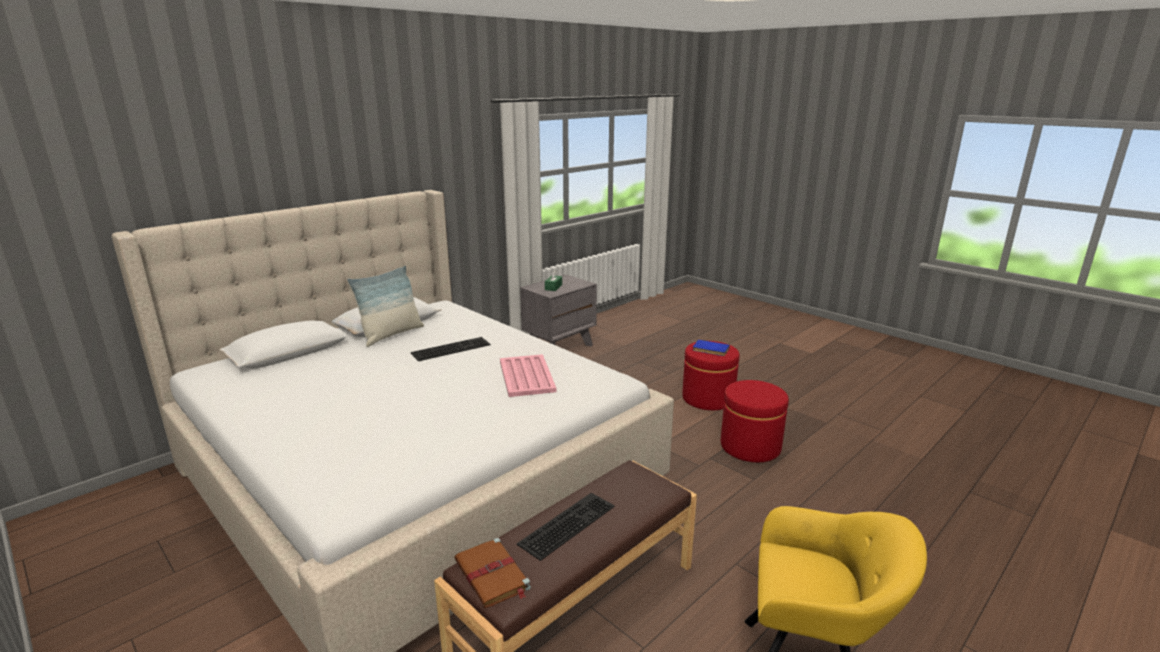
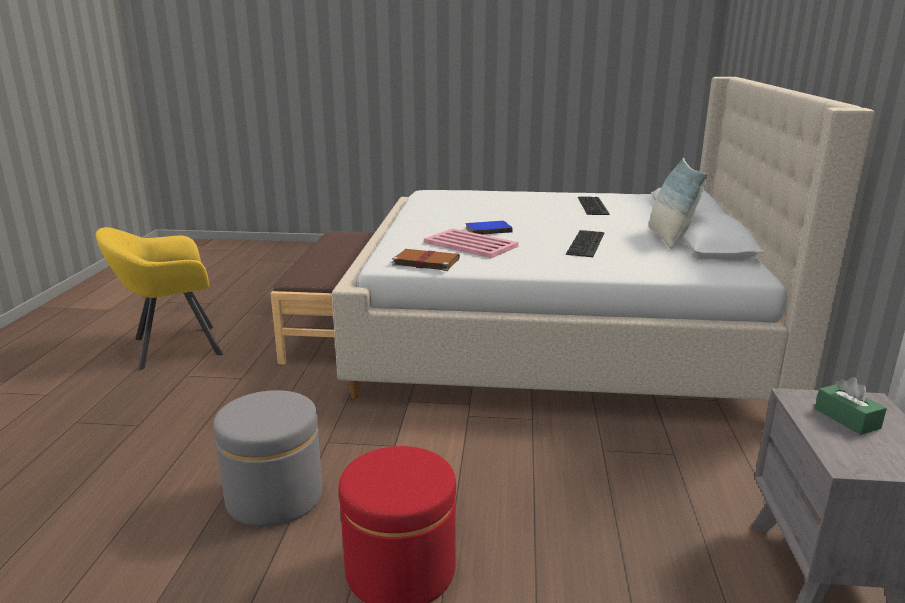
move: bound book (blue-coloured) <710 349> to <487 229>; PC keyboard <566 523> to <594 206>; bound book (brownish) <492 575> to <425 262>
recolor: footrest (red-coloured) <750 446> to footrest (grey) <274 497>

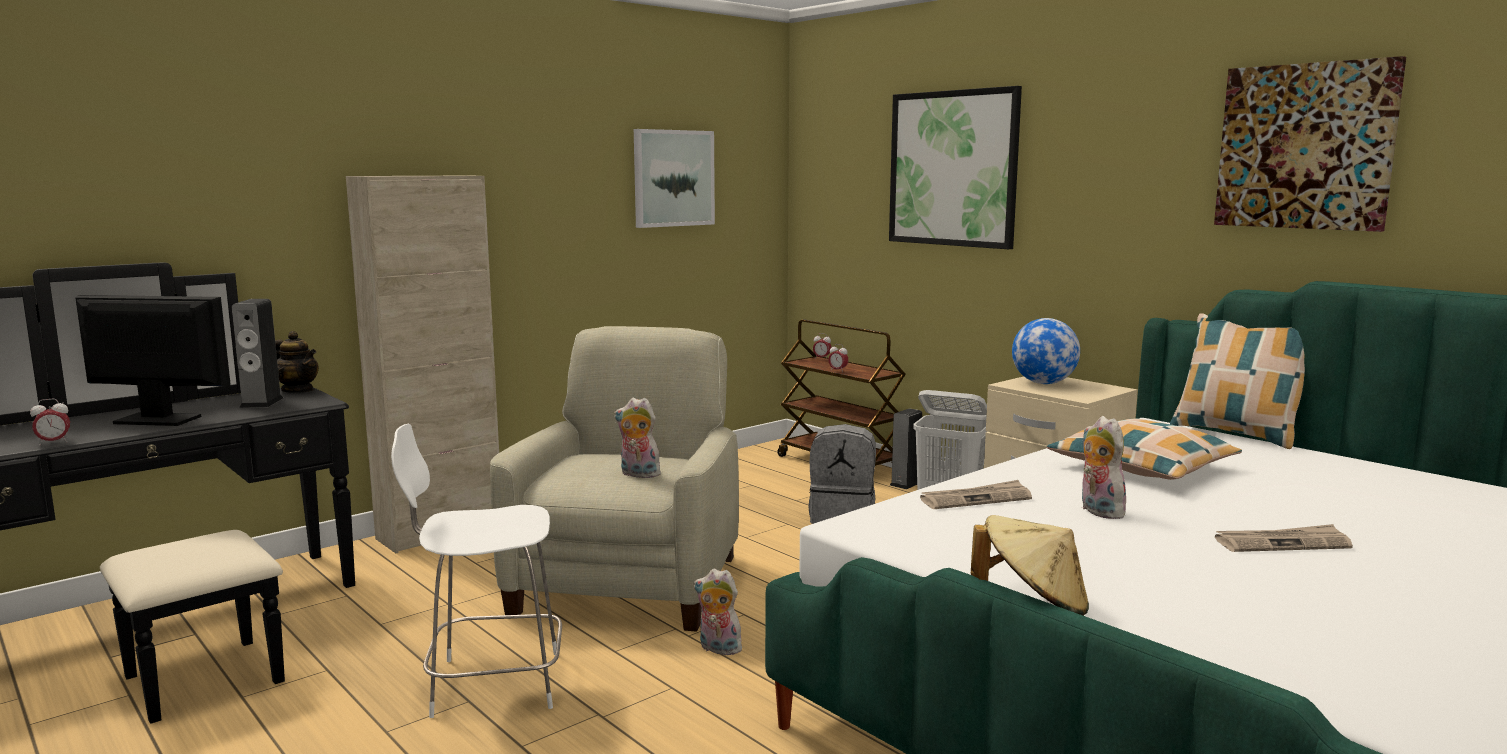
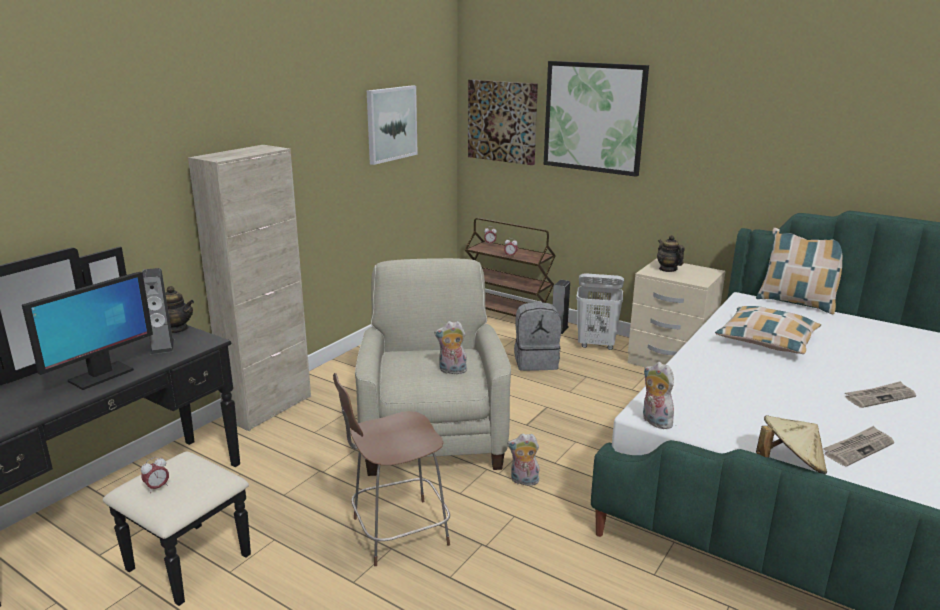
move: picture <1305 146> to <502 121>; alarm clock <53 442> to <157 487>; plush toy <1098 511> to <654 421>; daily paper <976 499> to <858 448>
replace: world globe <1043 383> to teapot <668 269>
recolor: upright chair (whitish) <491 684> to upright chair (brownish) <396 532>
rotate: monitor <158 420> = <100 376> 135 degrees clockwise

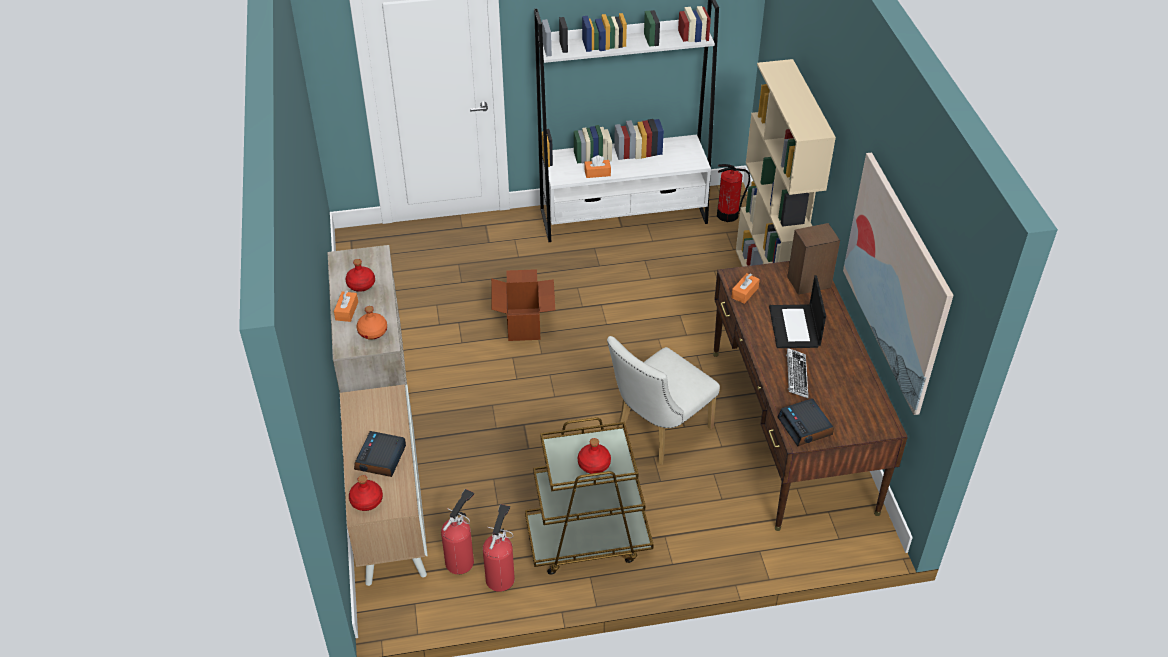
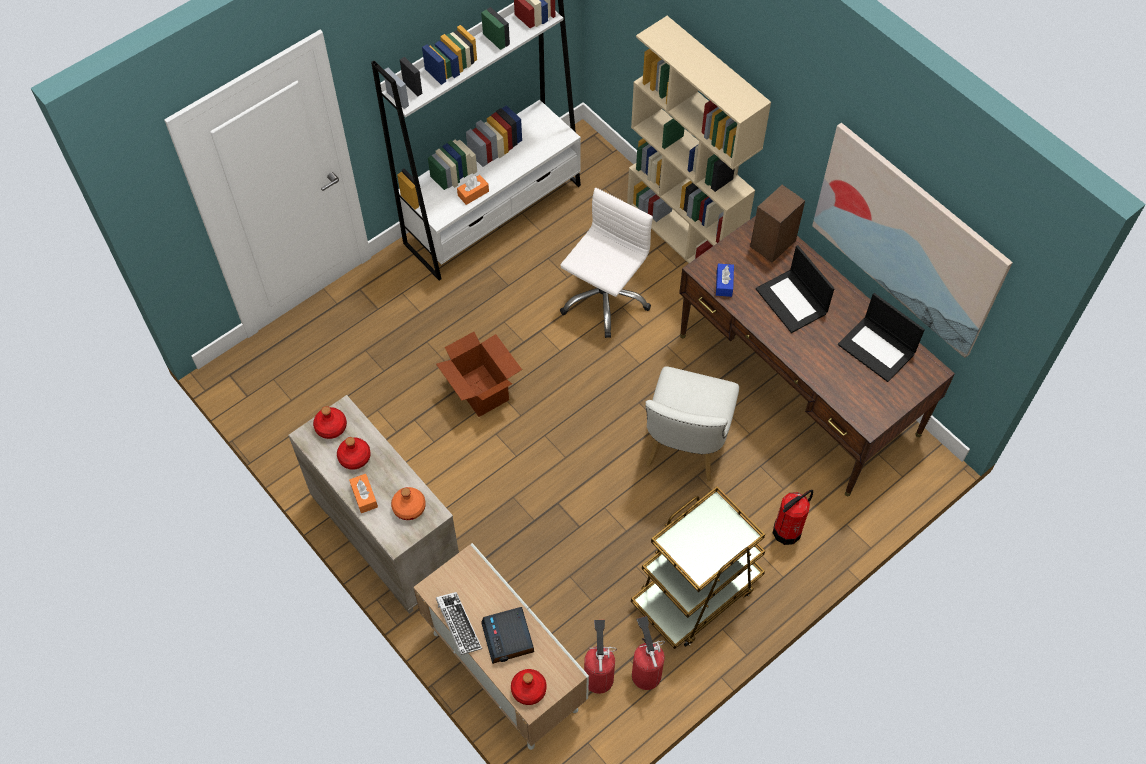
delete: alarm clock <805 427>
insert: computer chair (whitish) <604 298>; laptop <877 349>
move: extinguisher <728 215> to <787 531>; PC keyboard <796 376> to <458 625>; drink bottle (red-coloured) <593 464> to <331 427>
recolor: tissue box (orangey) <744 293> to tissue box (blue-coloured) <724 283>

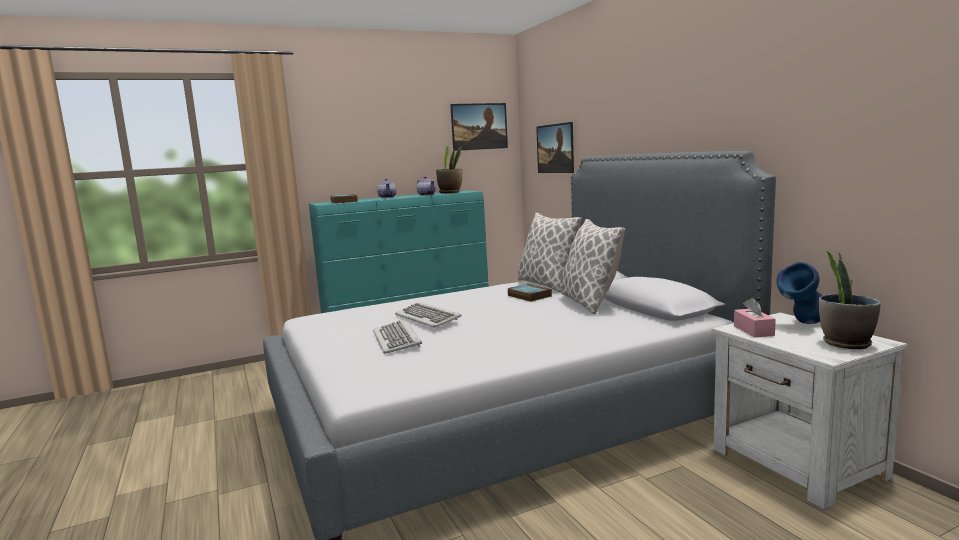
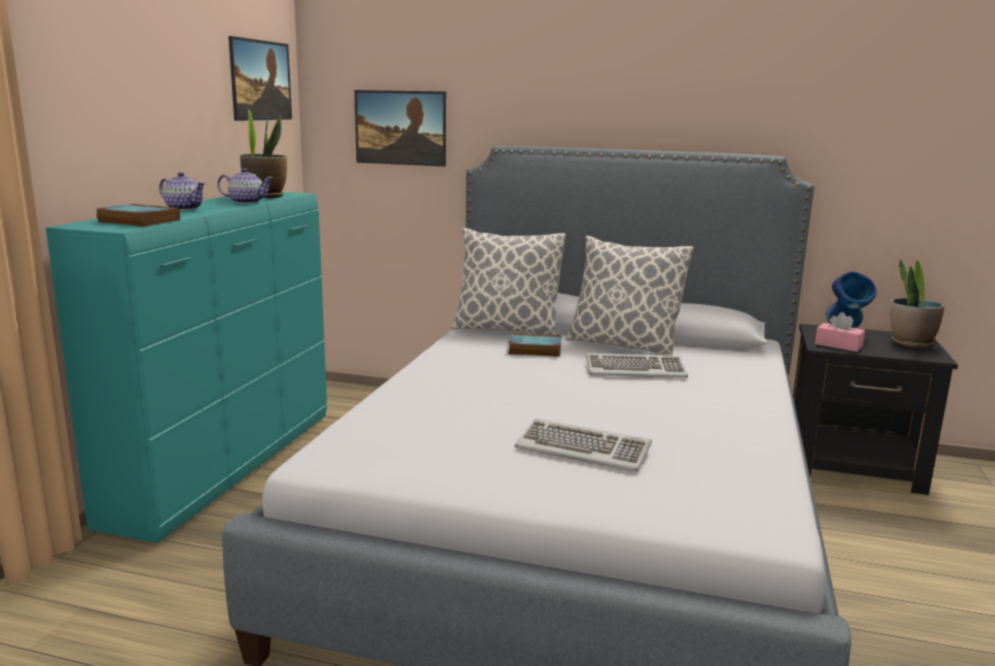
move: PC keyboard <428 318> to <635 370>
recolor: night table (whitish) <798 464> to night table (black) <855 466>

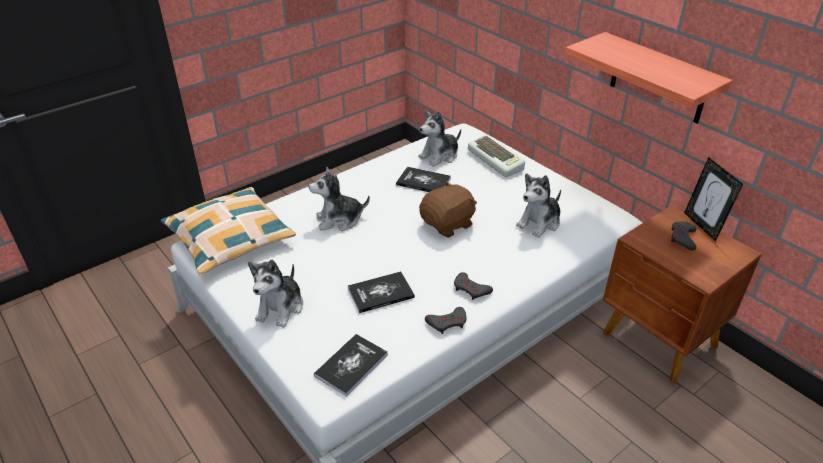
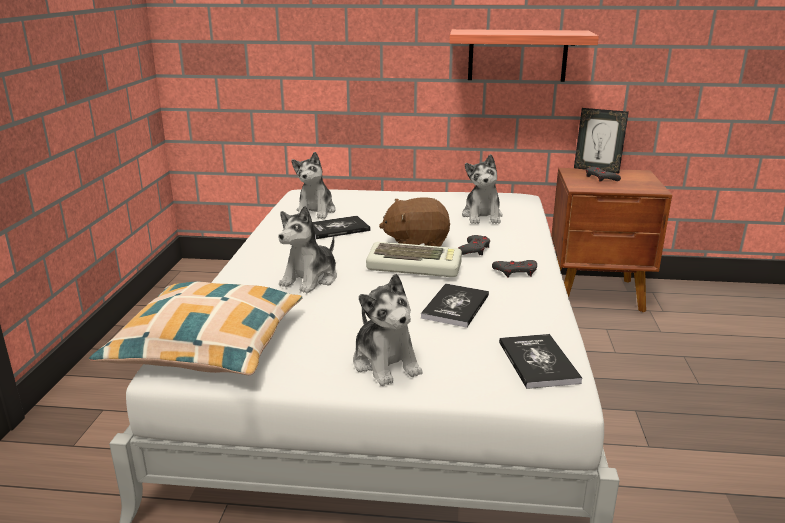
move: PC keyboard <497 160> to <415 266>; gamepad (grey) <447 322> to <473 249>
rotate: plush toy (brownish) <448 224> = <416 244> 105 degrees counterclockwise

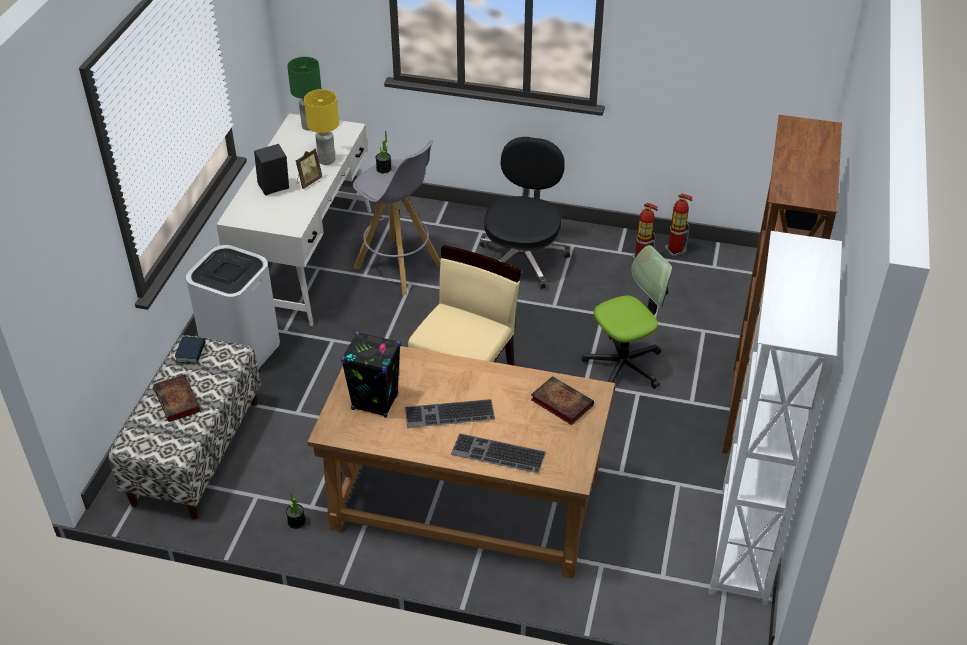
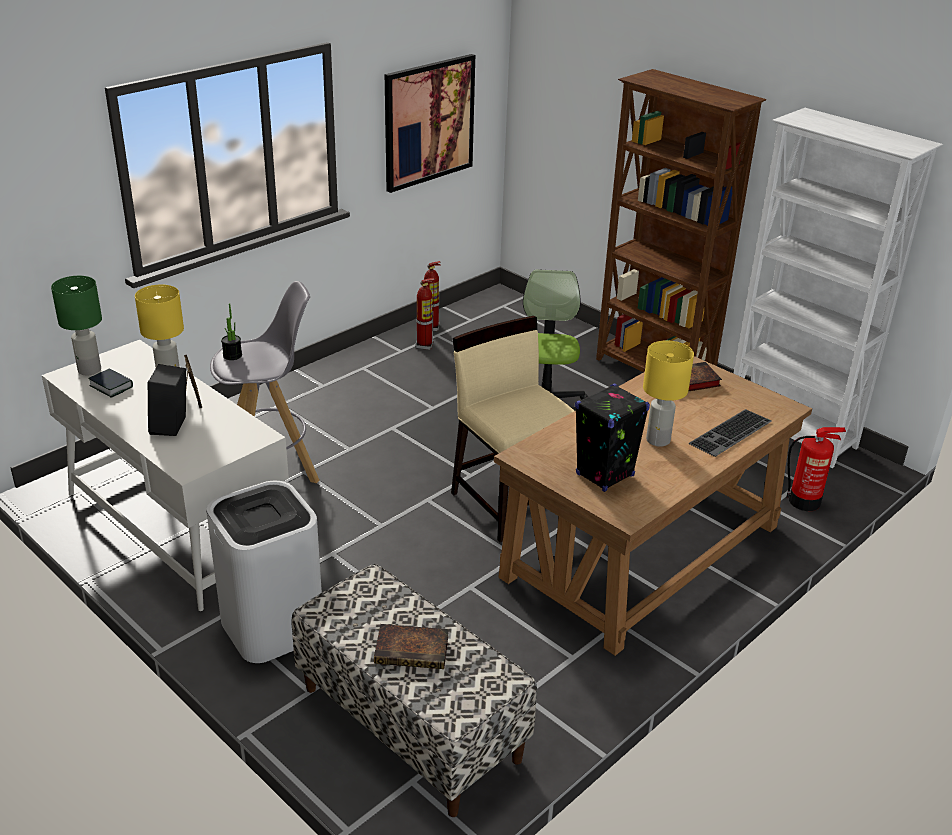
delete: computer chair (black) <523 258>; plant in a pot <296 521>
insert: picture <429 122>; extinguisher <805 501>
move: bound book <191 353> to <111 386>
replace: PC keyboard <449 415> to tabletop lamp (yellowish) <658 440>

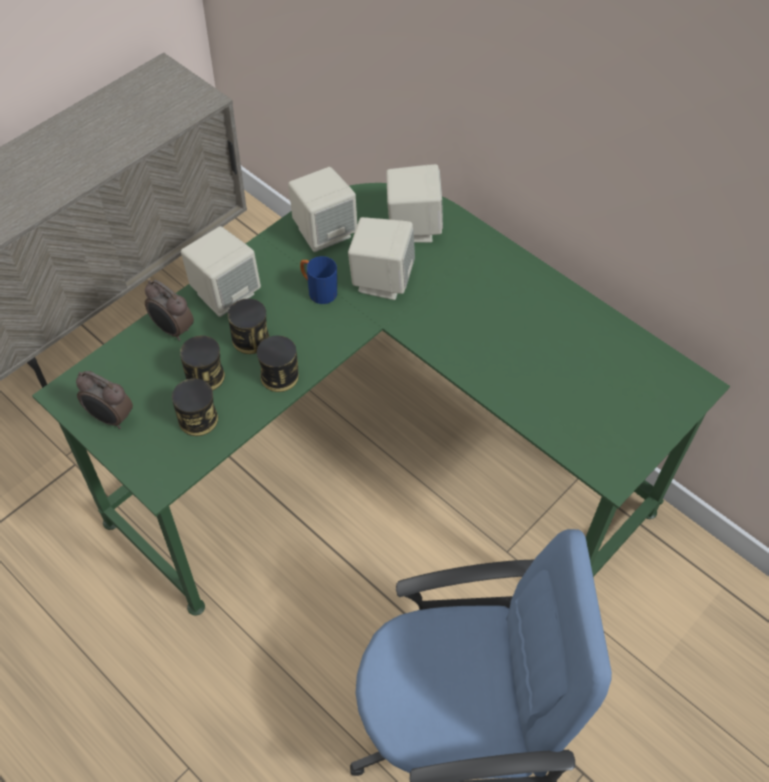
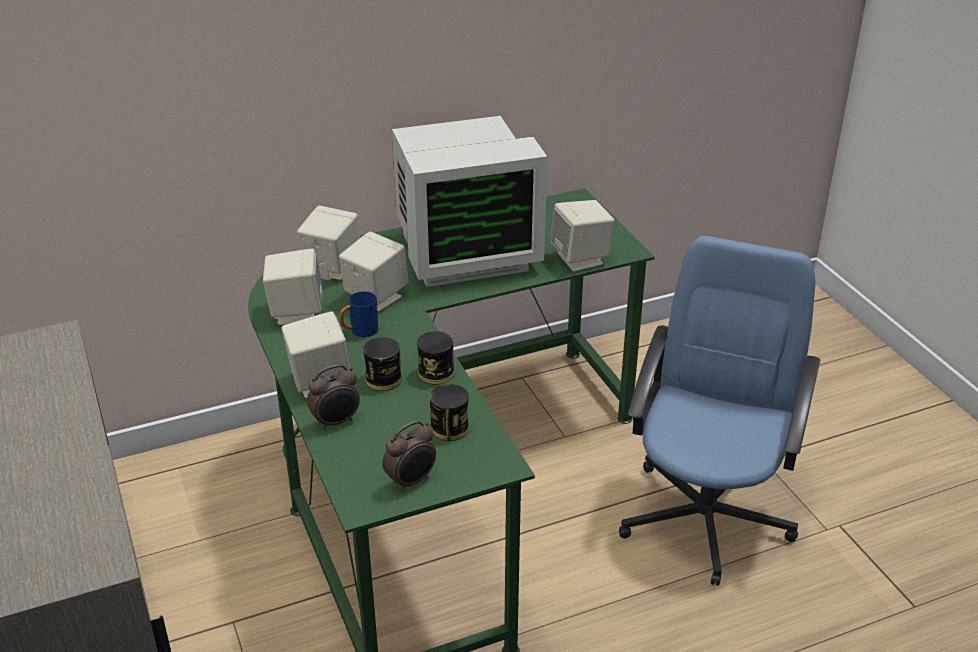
delete: metal can <205 376>
insert: monitor <464 251>; audio speaker (beige) <581 259>

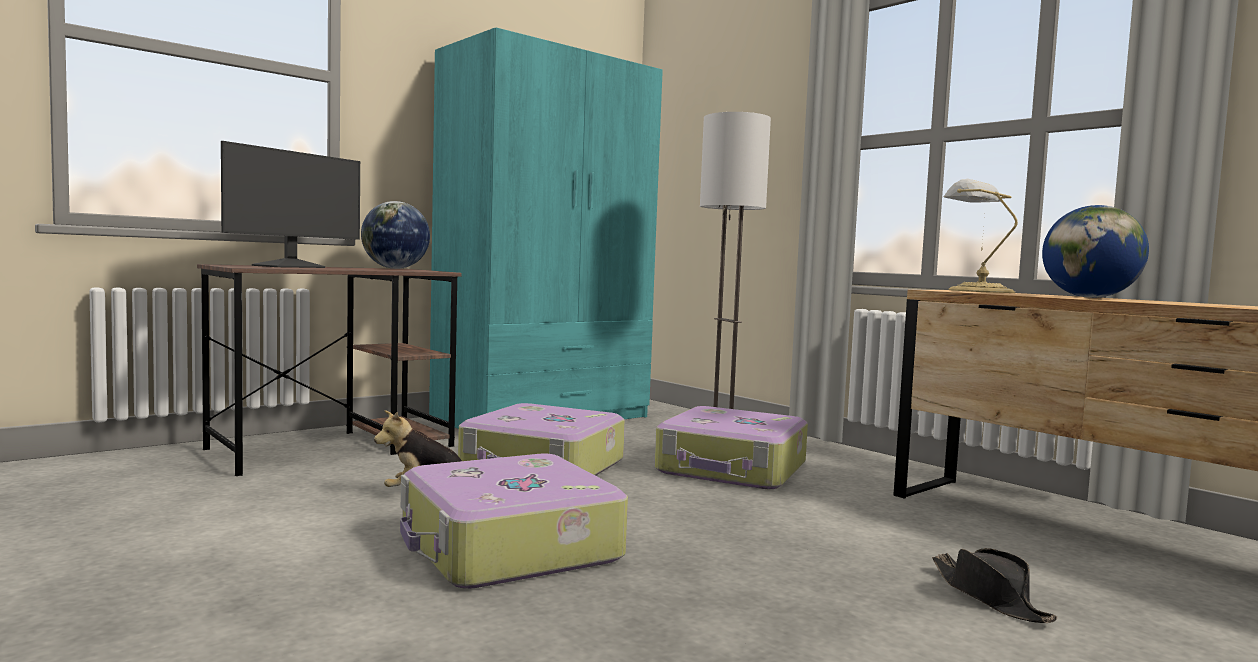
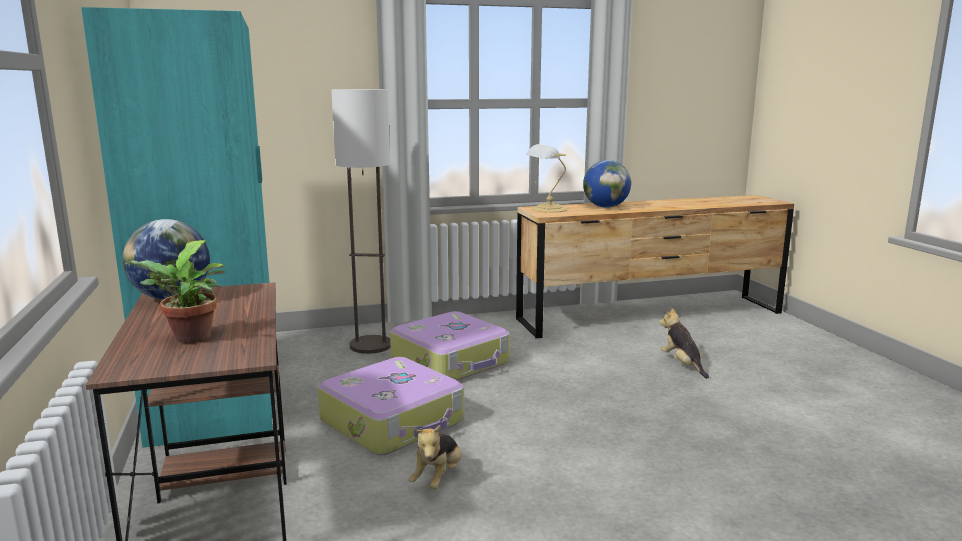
delete: piece of luggage <508 547>
replace: monitor <290 266> to plant in a pot <189 339>; hat (black) <990 597> to plush toy <682 364>

